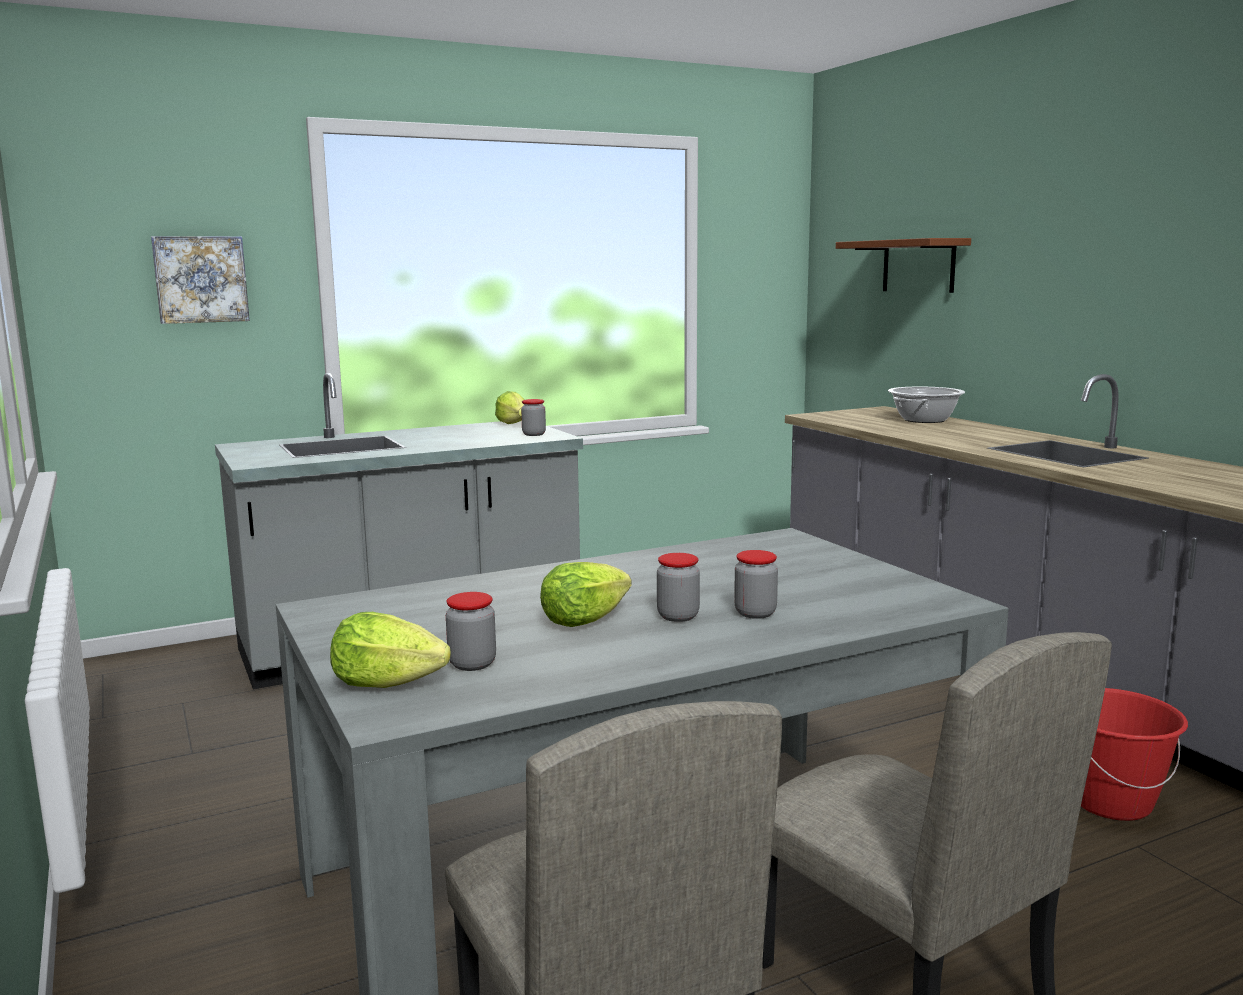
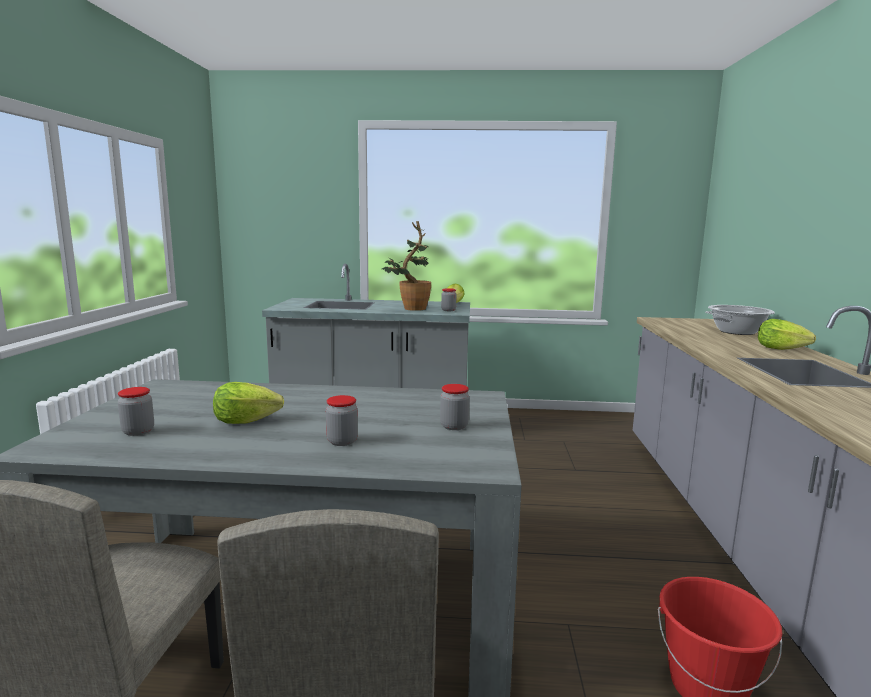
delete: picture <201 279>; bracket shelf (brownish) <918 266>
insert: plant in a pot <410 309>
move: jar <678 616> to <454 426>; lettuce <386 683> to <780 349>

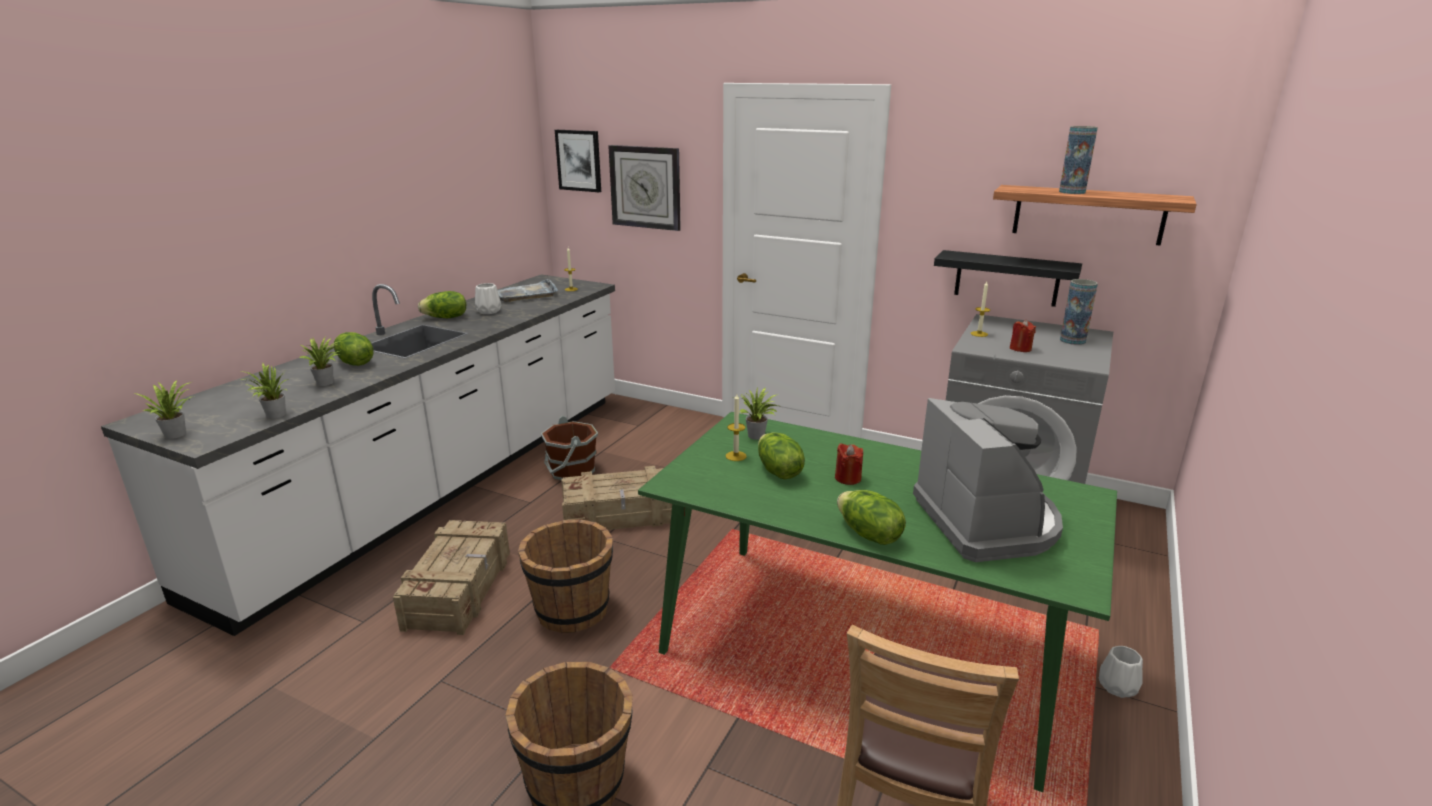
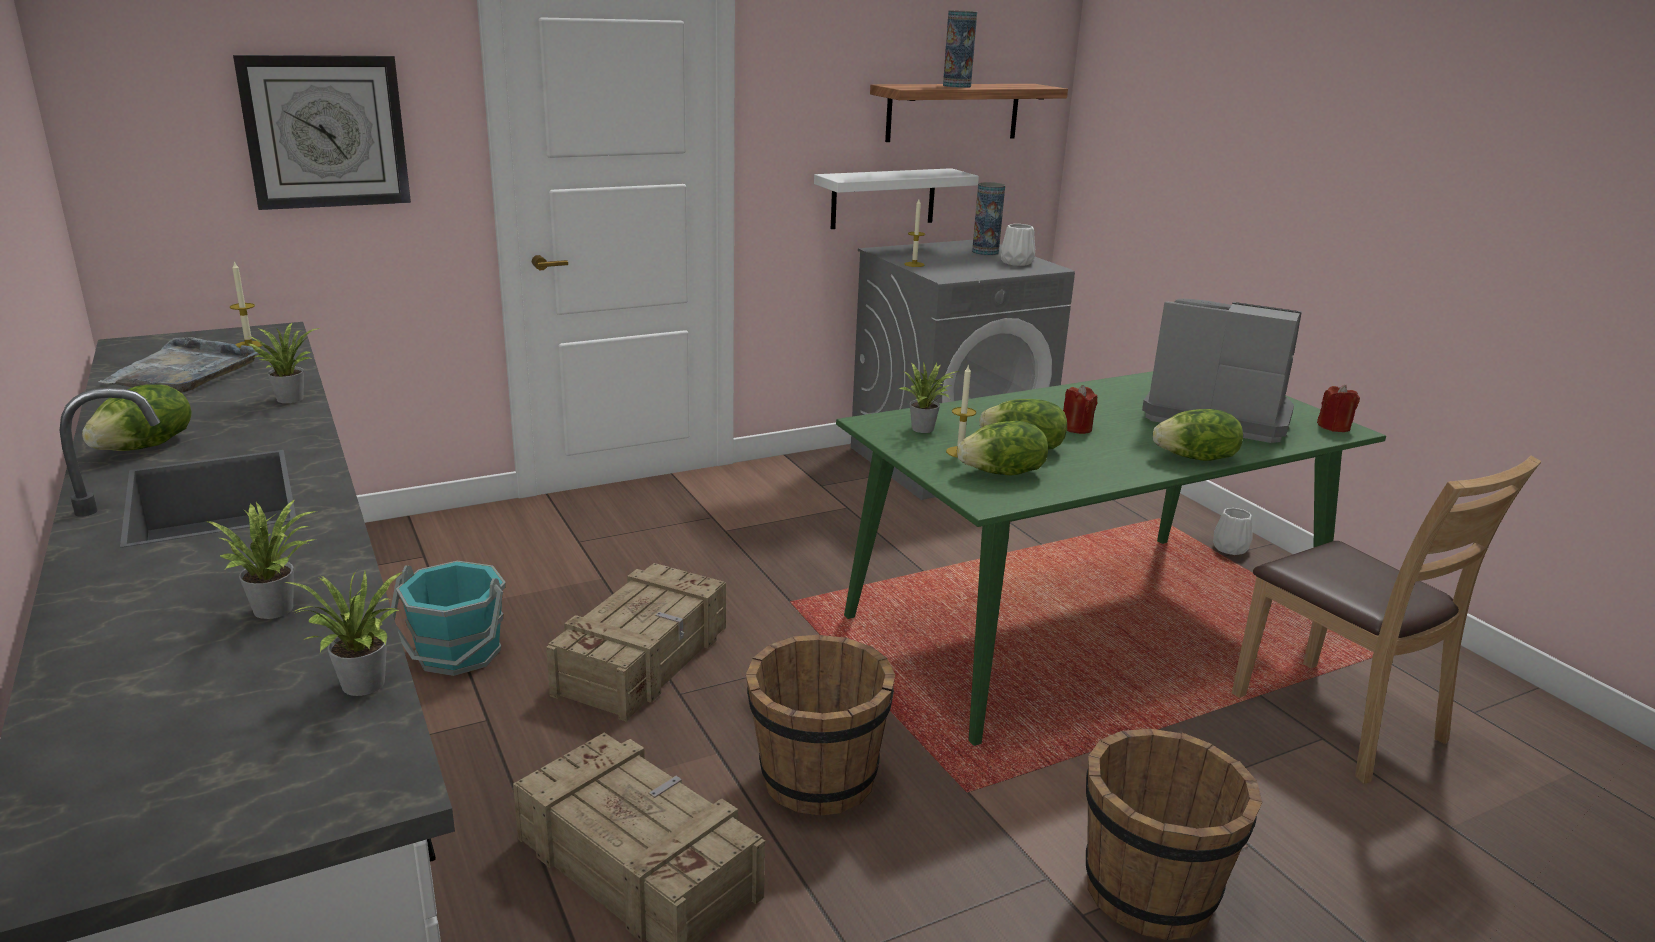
delete: picture <579 160>
move: vase (whitish) <488 311> to <1016 263>; wax light (red-coloured) <1020 348> to <1334 427>; lettuce <354 363> to <1003 473>; plant in a pot <177 433> to <289 398>
recolor: bracket shelf (black) <1006 278> to bracket shelf (whitish) <883 198>; bucket (brownish) <571 471> to bucket (blue-green) <458 654>

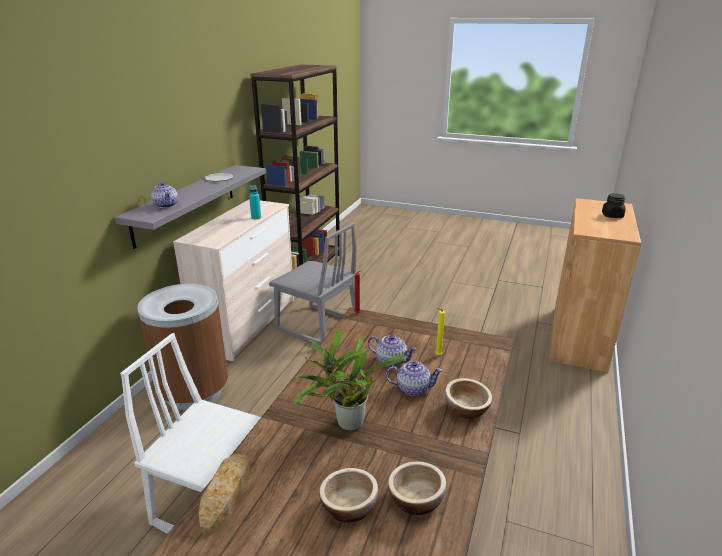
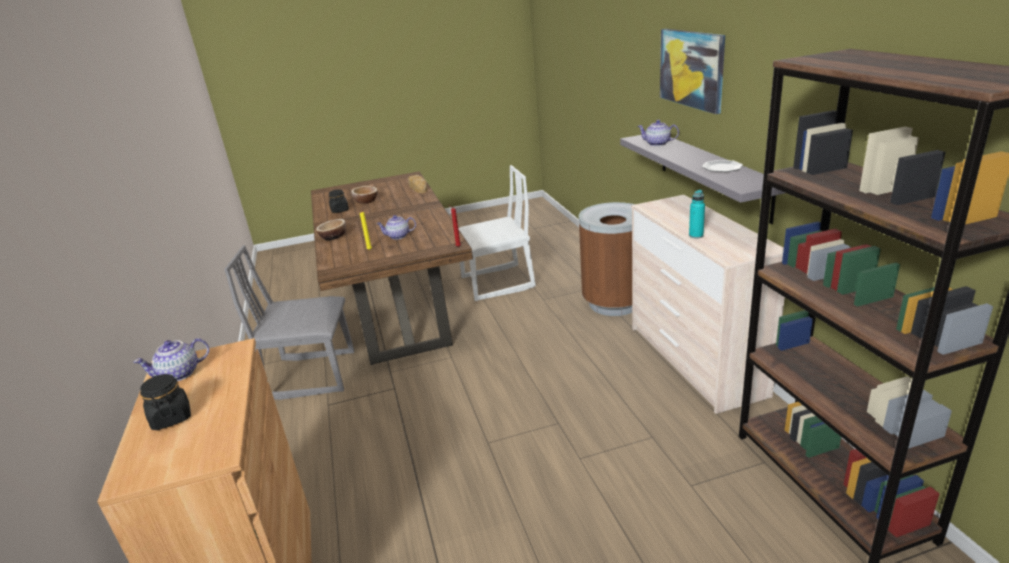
delete: plant in a pot <346 424>
insert: picture <691 69>
move: upright chair (grey) <316 326> to <312 374>; teapot <412 388> to <180 374>
replace: bowl <416 500> to jar (black) <340 210>

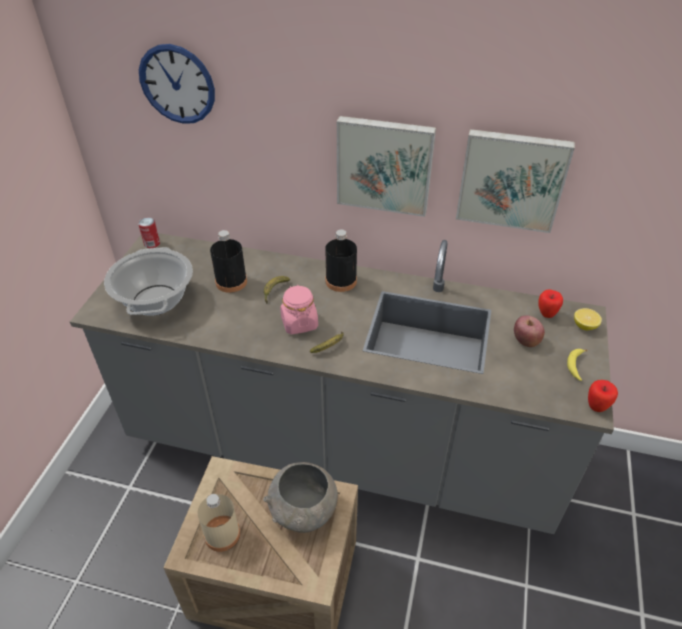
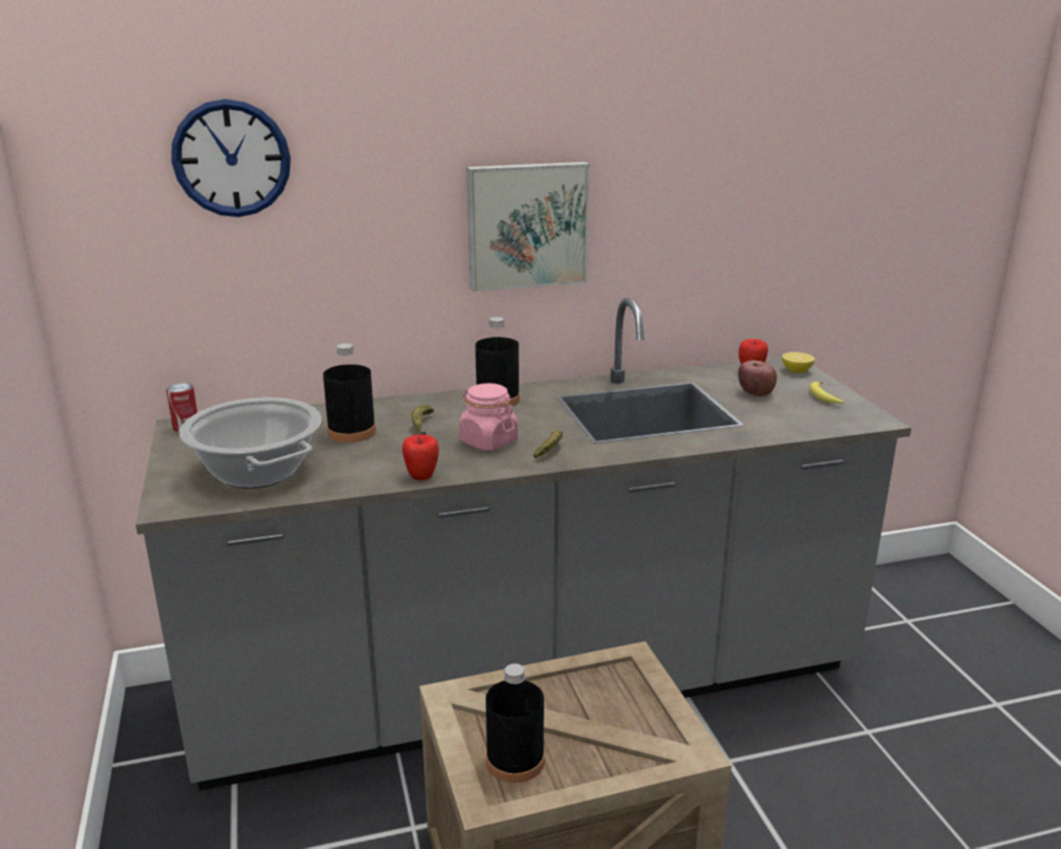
delete: picture <511 179>; bowl (grey) <304 513>
move: apple fruit <596 406> to <422 476>
recolor: drink bottle (beige) <222 534> to drink bottle (black) <515 761>

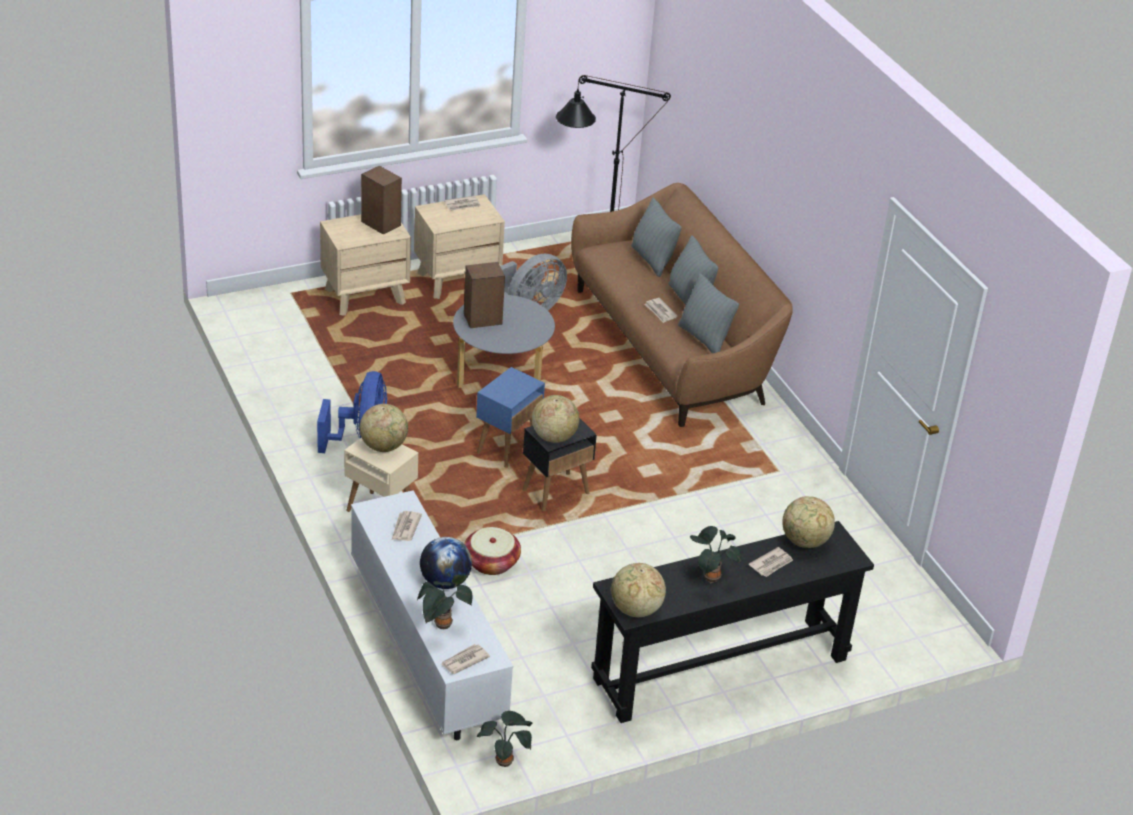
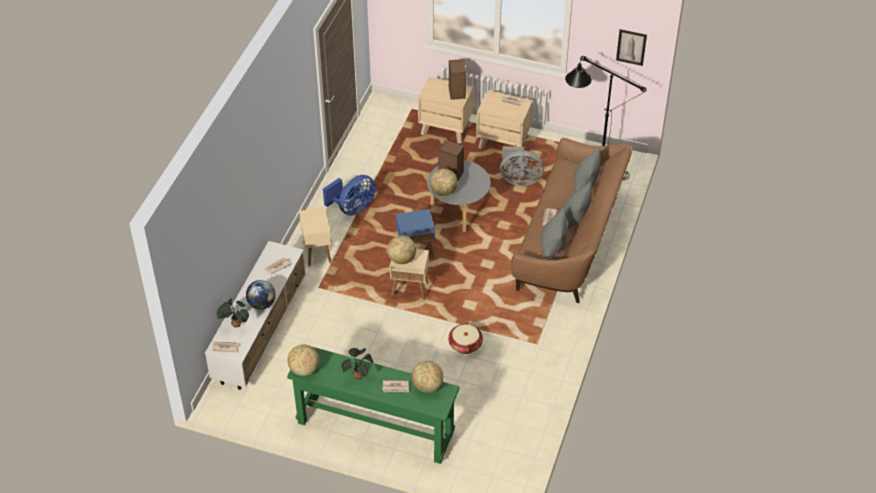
delete: plant in a pot <505 760>
insert: picture <631 47>
move: world globe <384 446> to <443 192>; basket <491 562> to <465 345>
recolor: end table (black) <556 492> to end table (beige) <410 289>; narrow table (black) <720 668> to narrow table (green-coloured) <375 428>

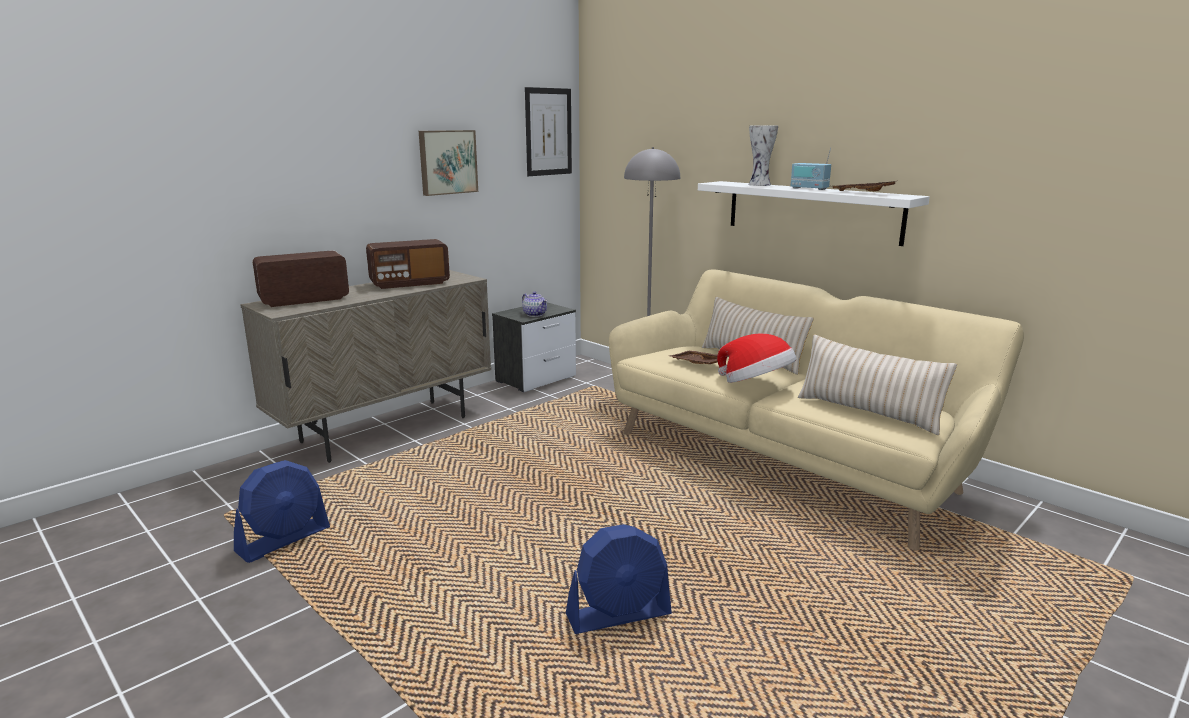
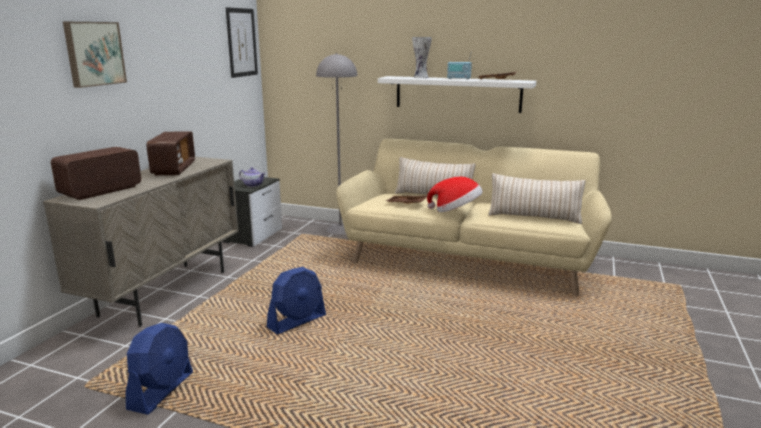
move: picture <447 162> to <94 53>; cooling fan (blue-coloured) <619 615> to <297 322>
rotate: radio <409 283> = <174 169> 45 degrees counterclockwise

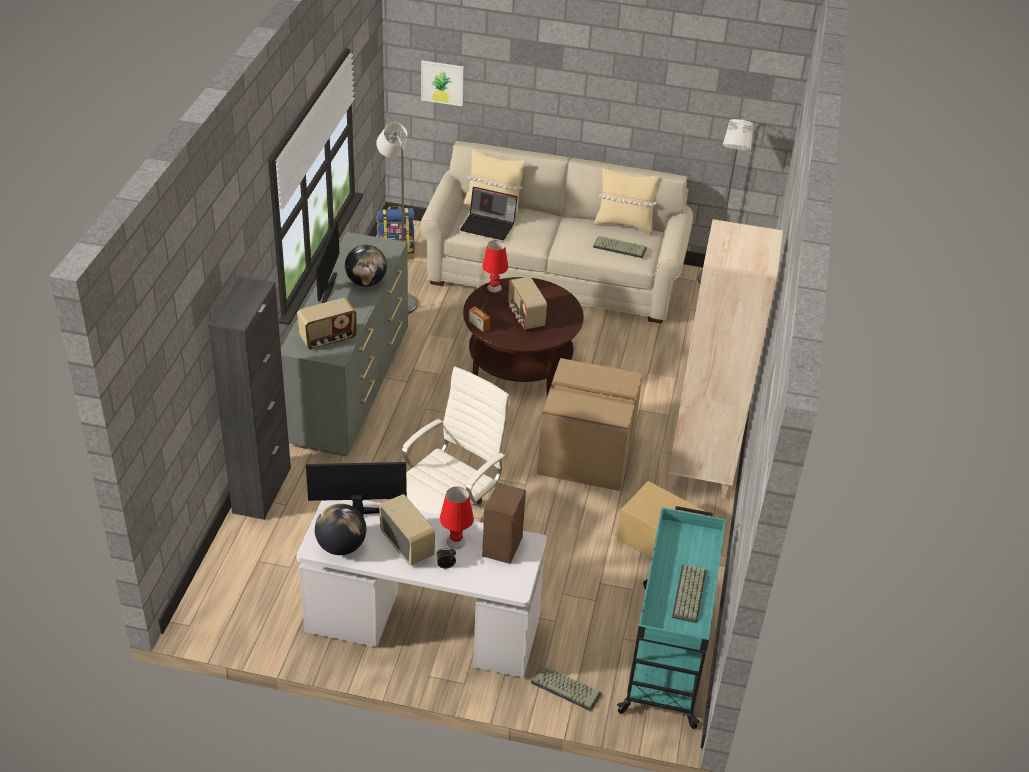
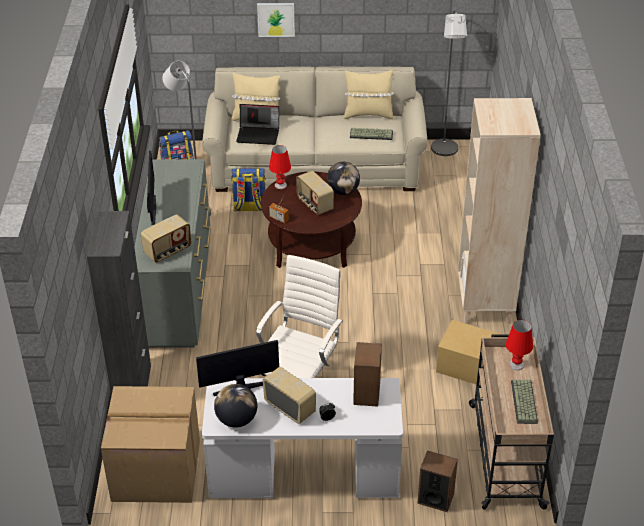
insert: knapsack <249 207>
move: picture <442 82> to <276 19>; world globe <366 282> to <343 191>; packing box <584 455> to <155 471>; tabletop lamp (red-coloured) <456 542> to <516 364>
replace: PC keyboard <567 688> to audio speaker <435 498>
recolor: trolley (blue-green) <668 652> to trolley (beige) <505 453>

